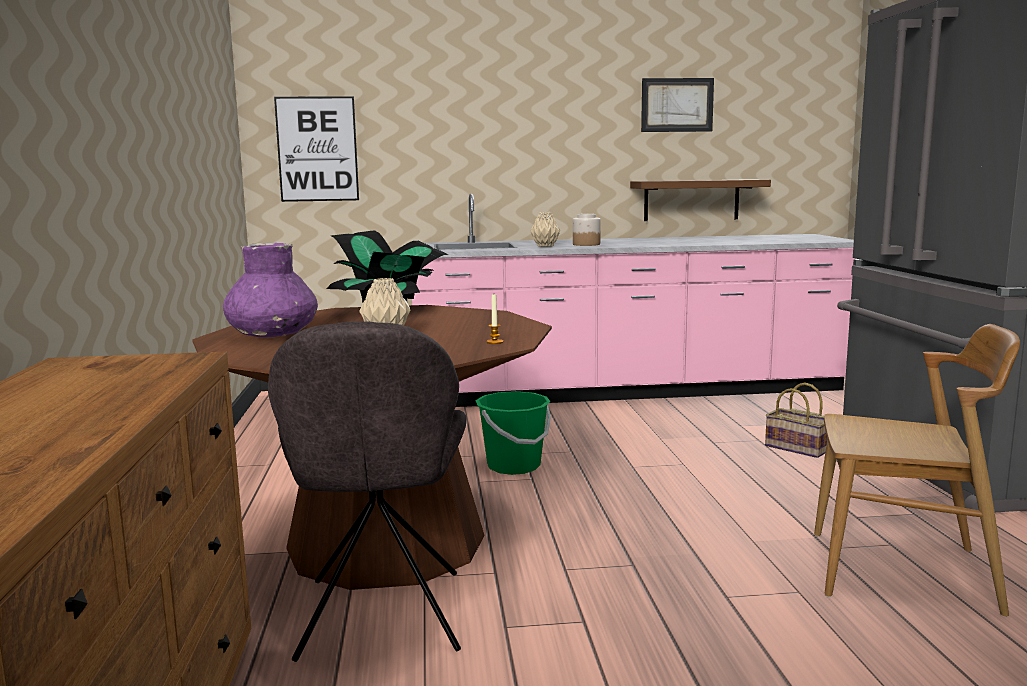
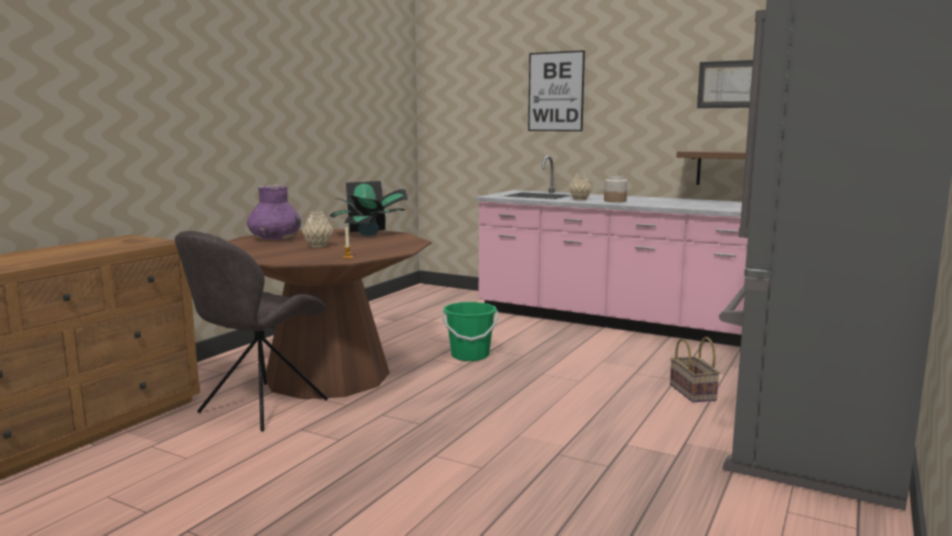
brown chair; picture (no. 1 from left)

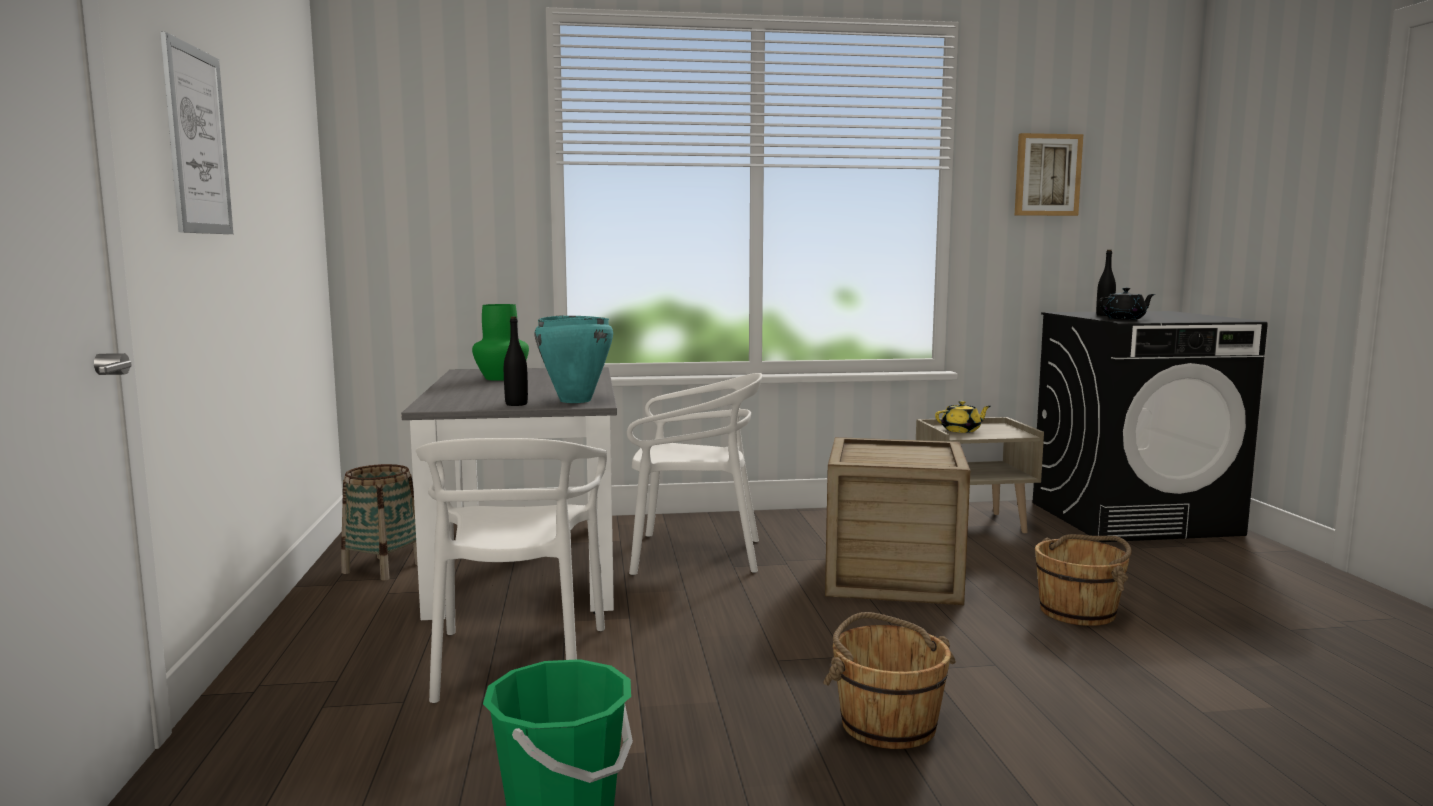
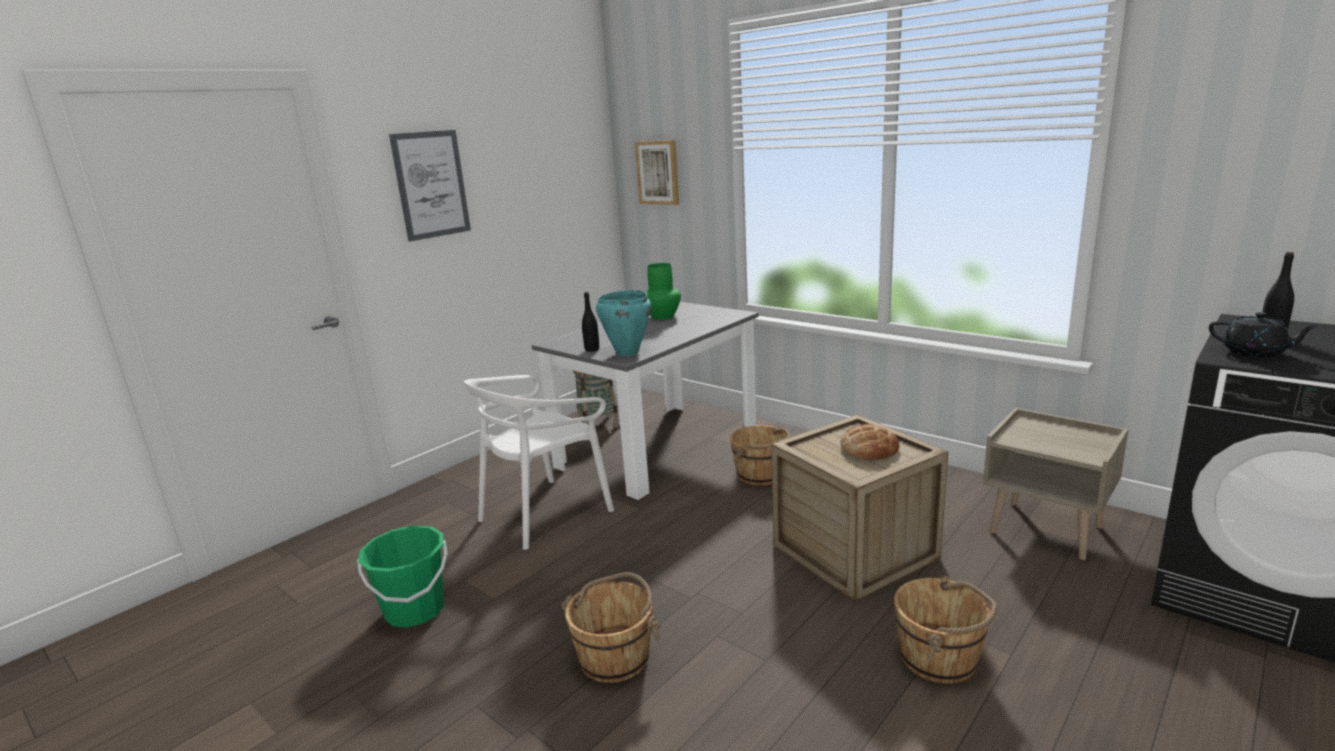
yellow teapot; bread; picture (no. 2 from left); brown bucket (no. 2 from left)

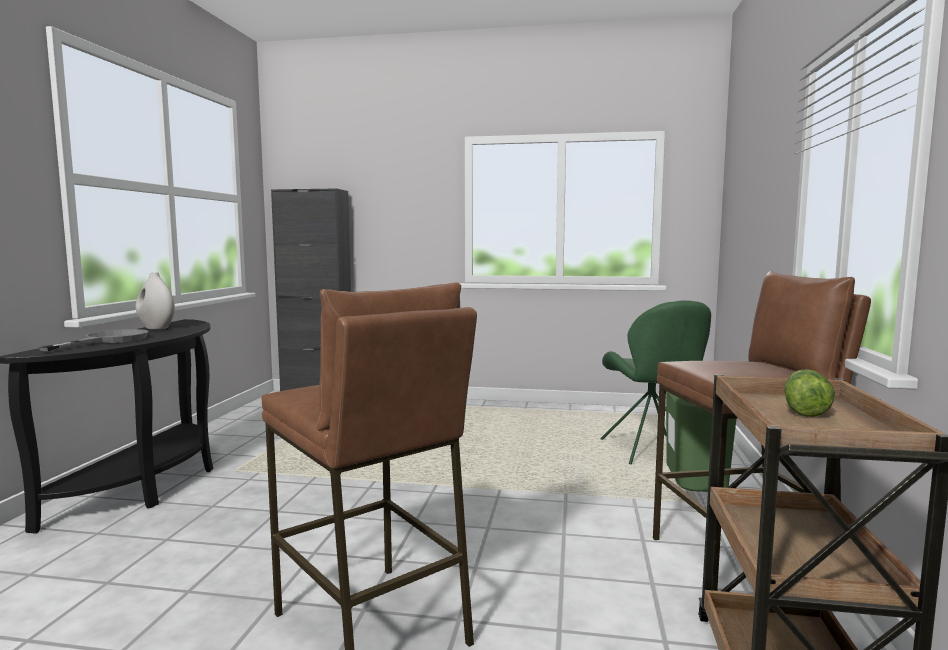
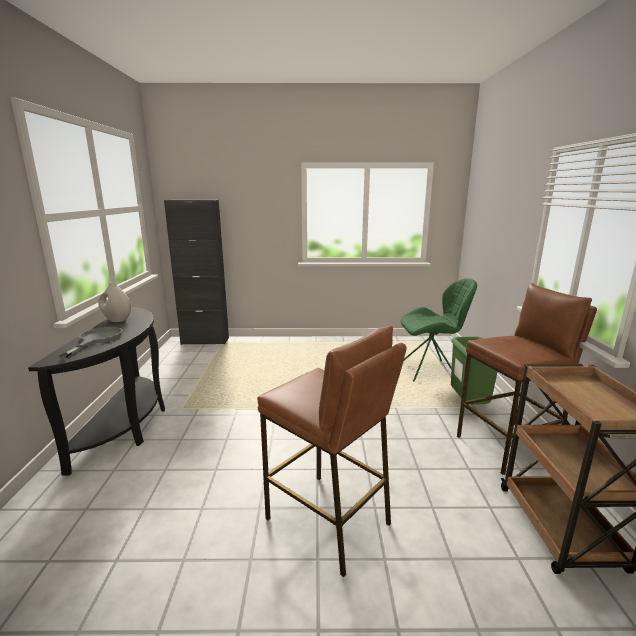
lettuce; green chair

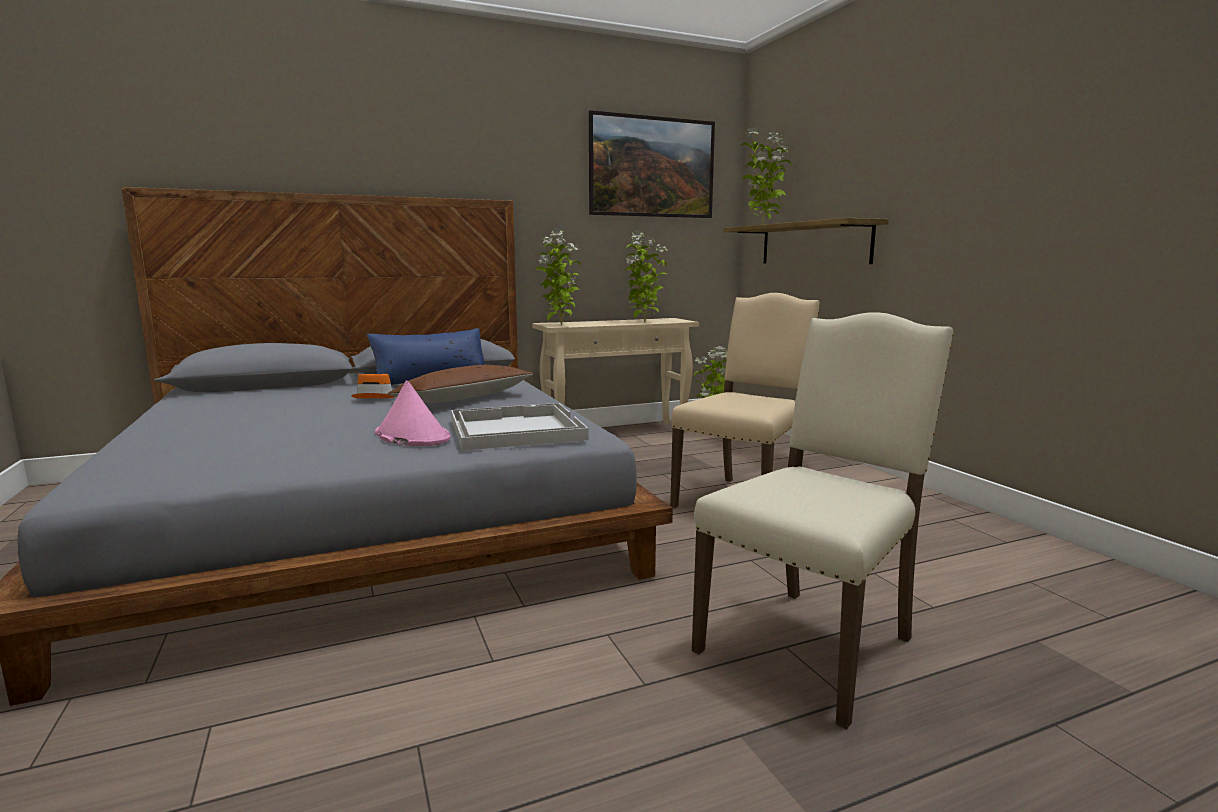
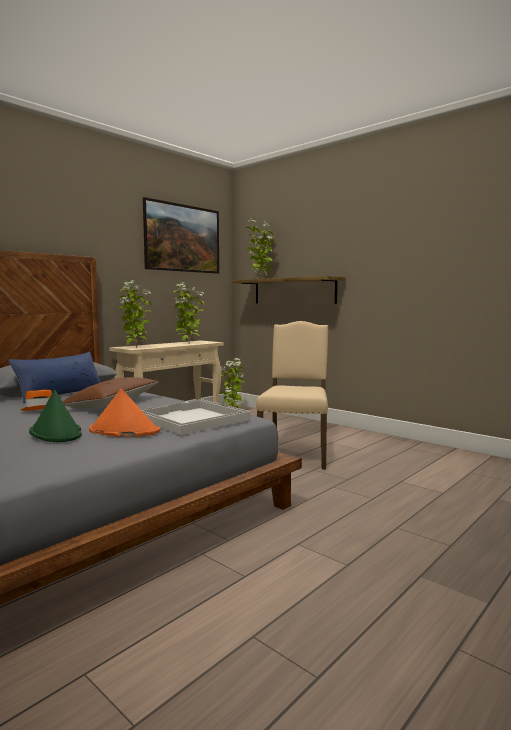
beige chair (no. 2 from left in the first image); green hat; orange hat (no. 2 from left)

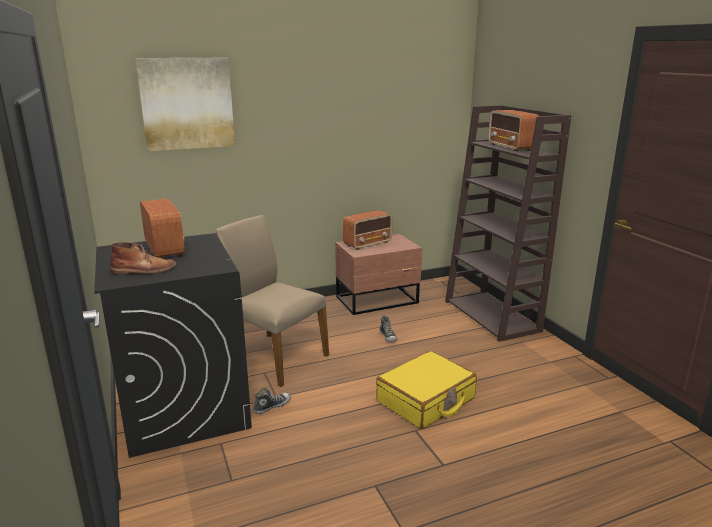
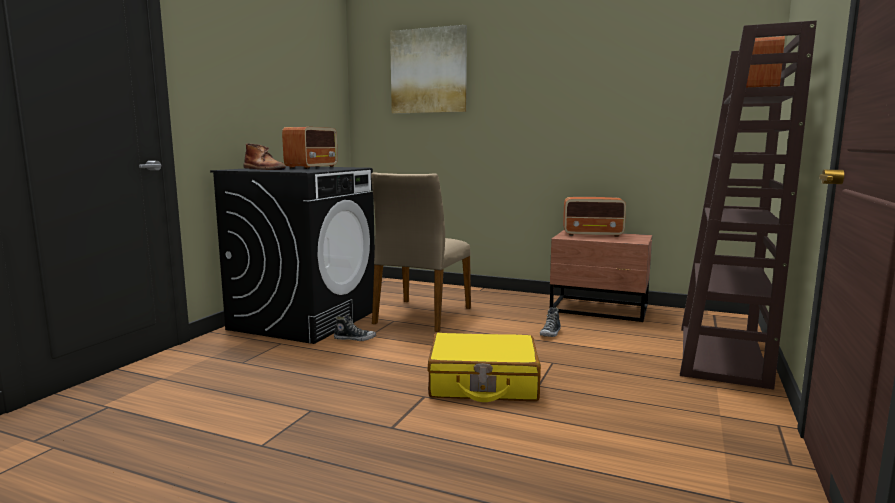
beige chair

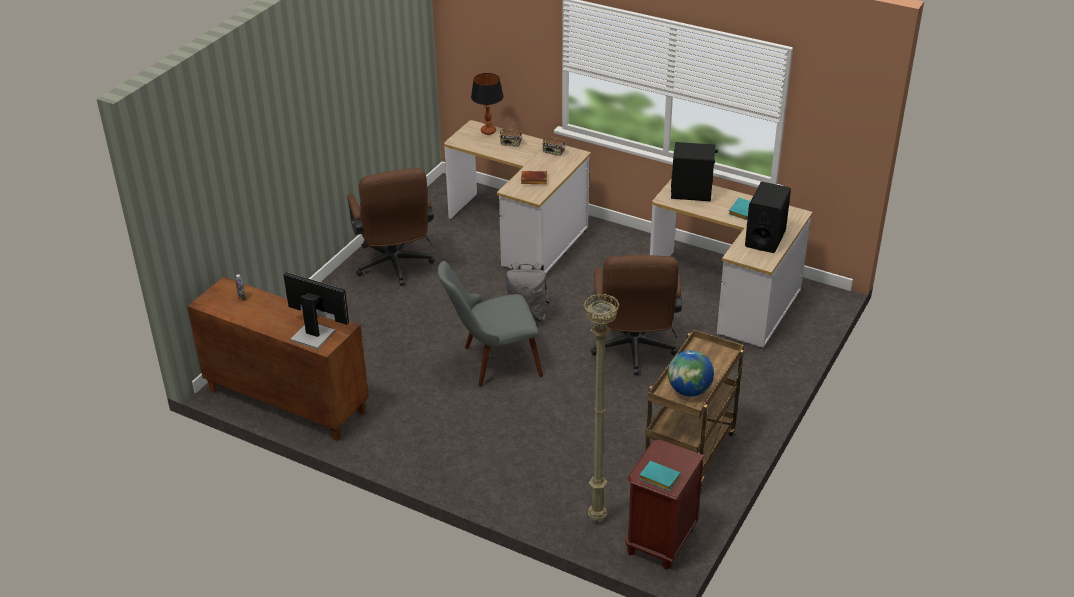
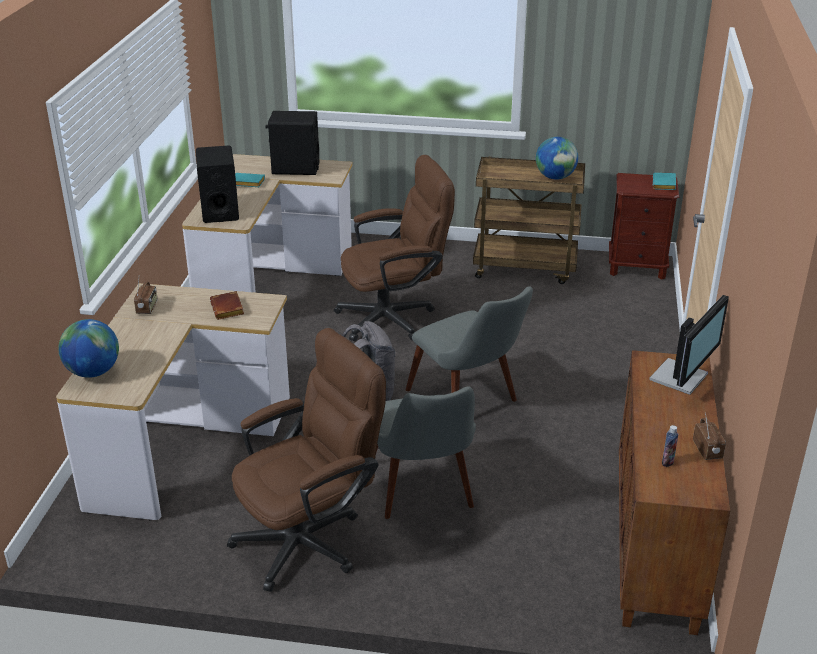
beige floor lamp; grey chair (no. 1 from left); radio (no. 2 from left); globe (no. 1 from left); monitor

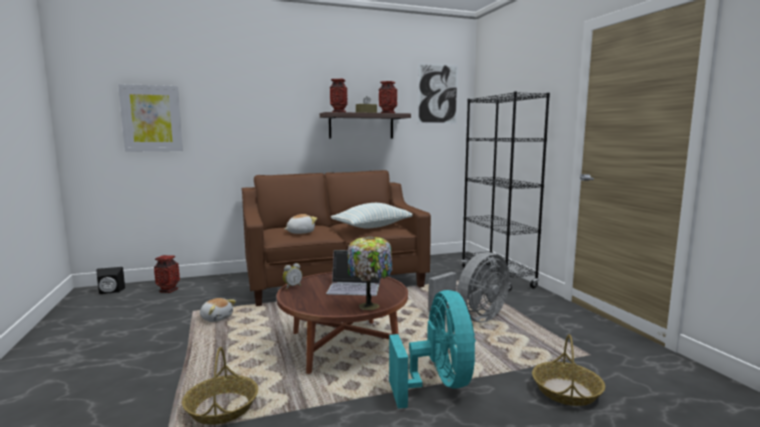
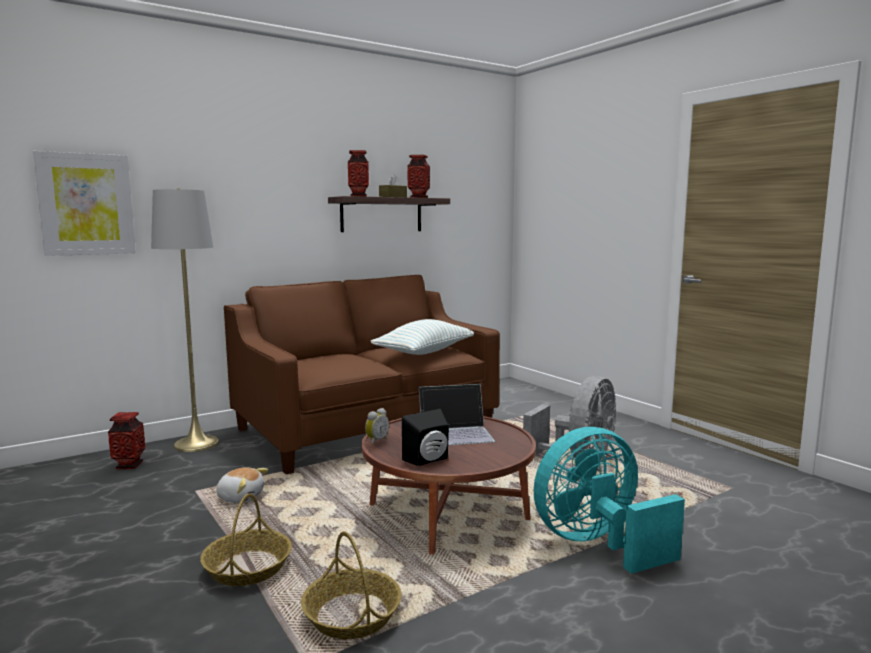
plush toy (no. 2 from left in the first image); table lamp; picture (no. 2 from left in the first image); black bookcase; grey floor lamp; black speaker; basket (no. 1 from left); turquoise fan

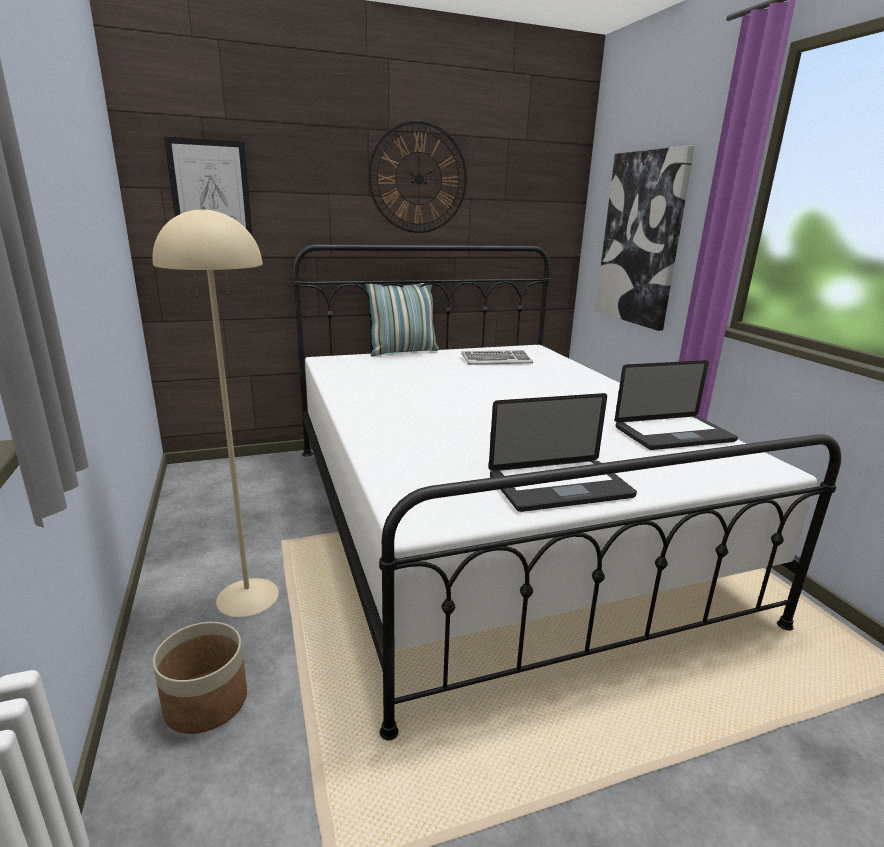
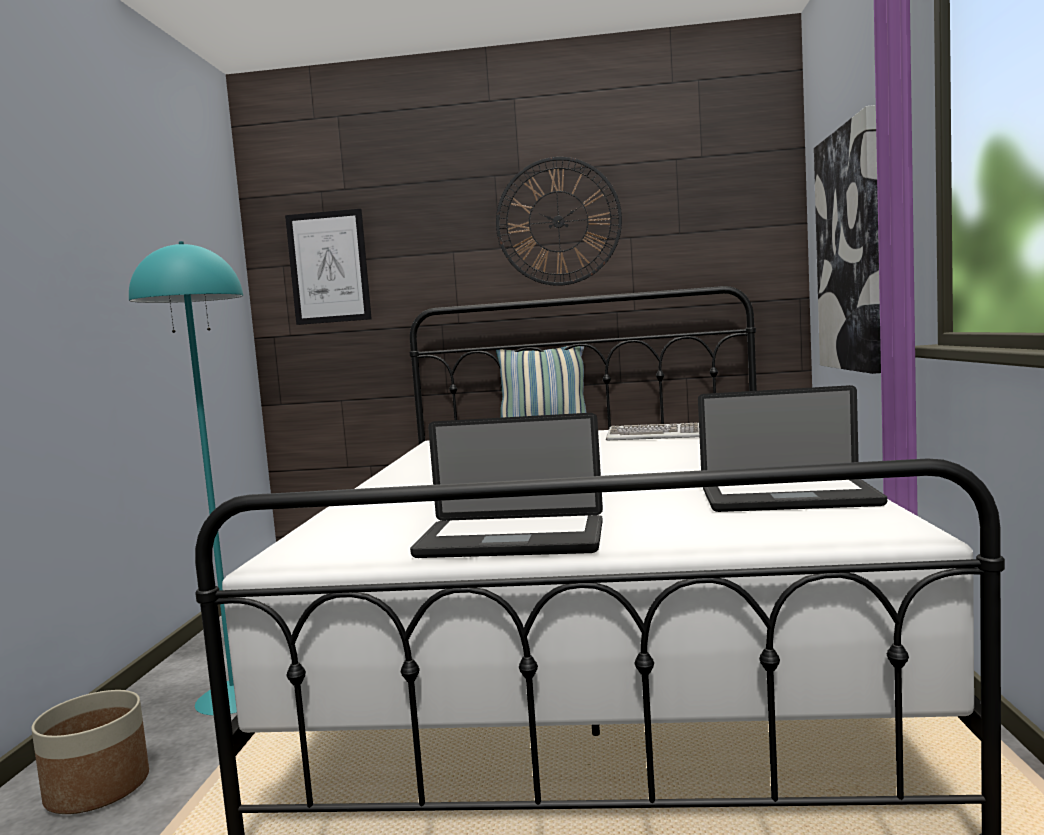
turquoise floor lamp

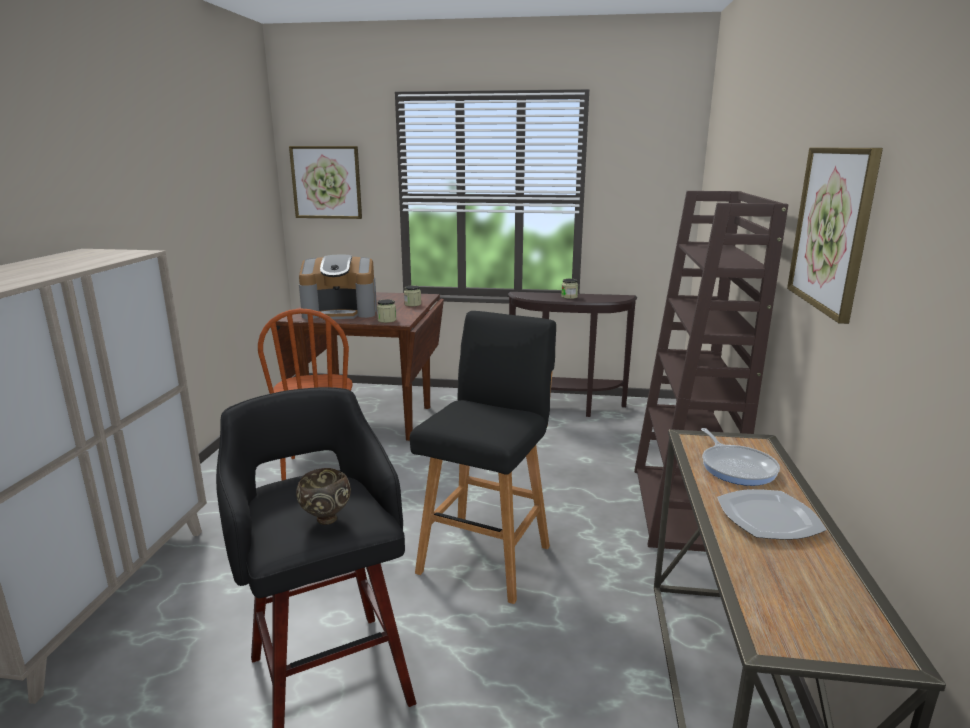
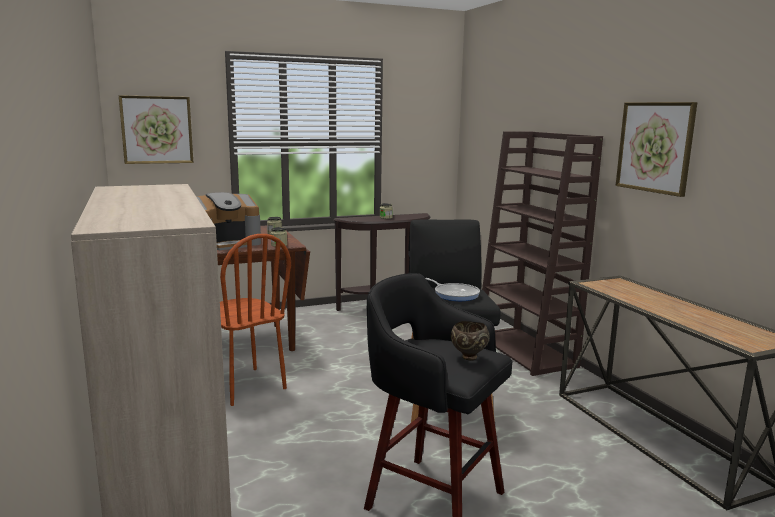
plate; frying pan

